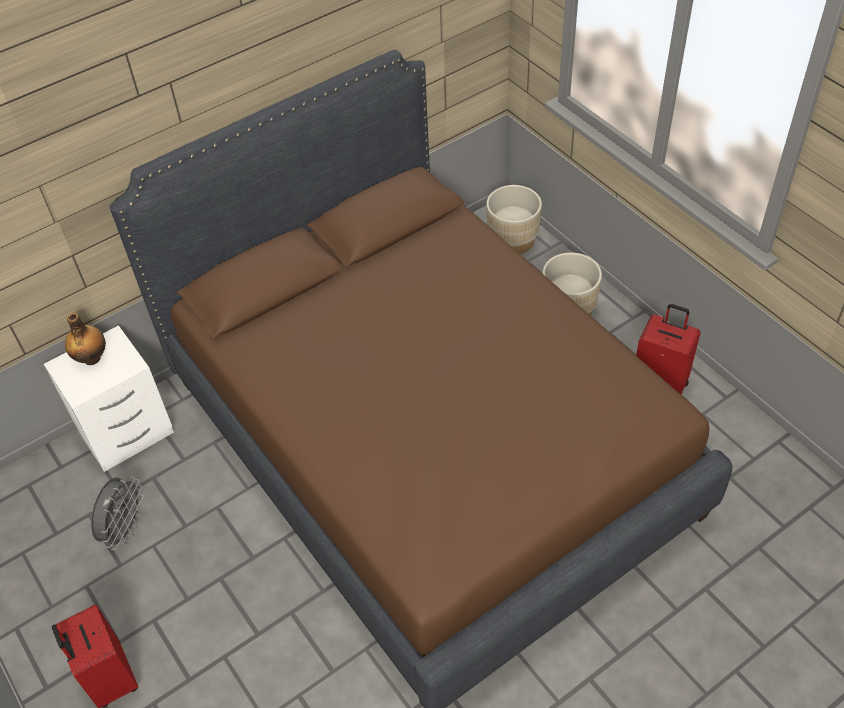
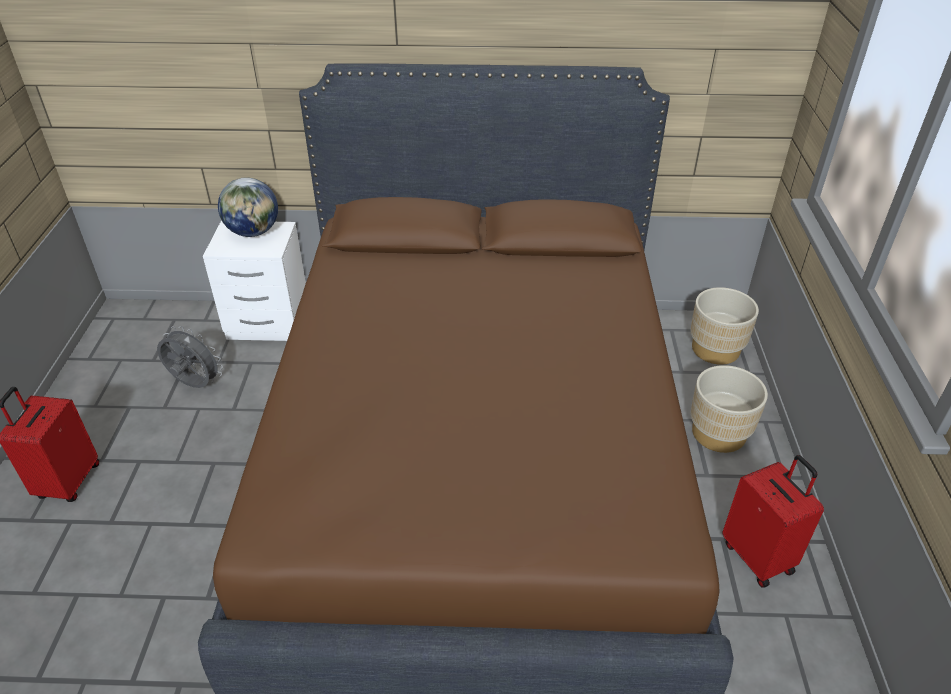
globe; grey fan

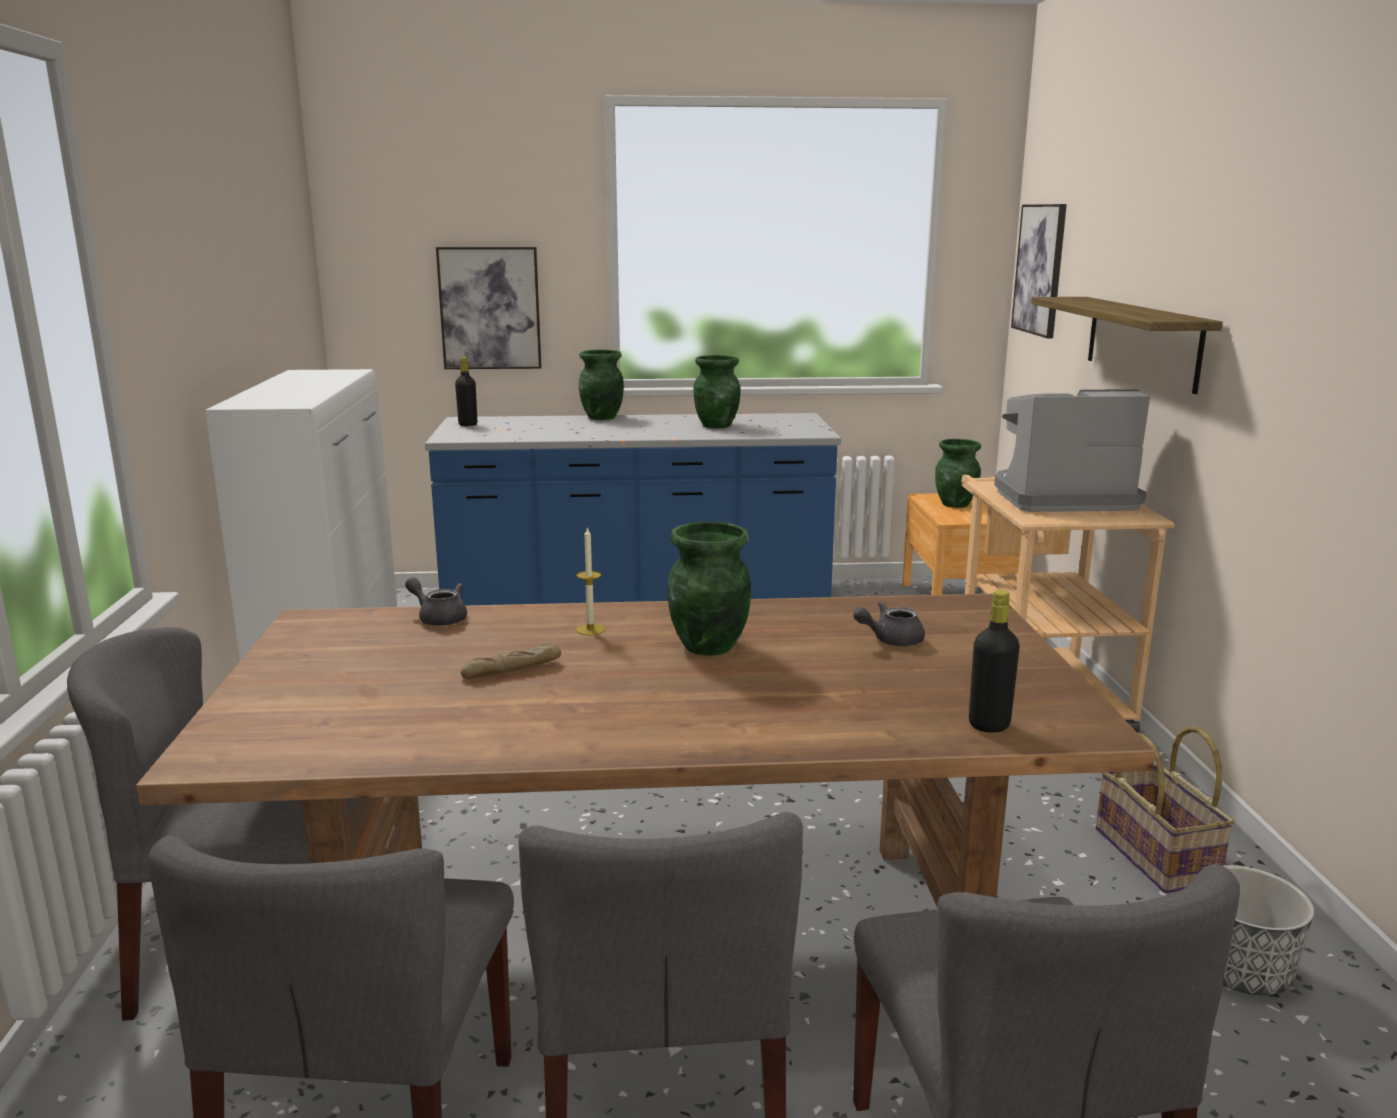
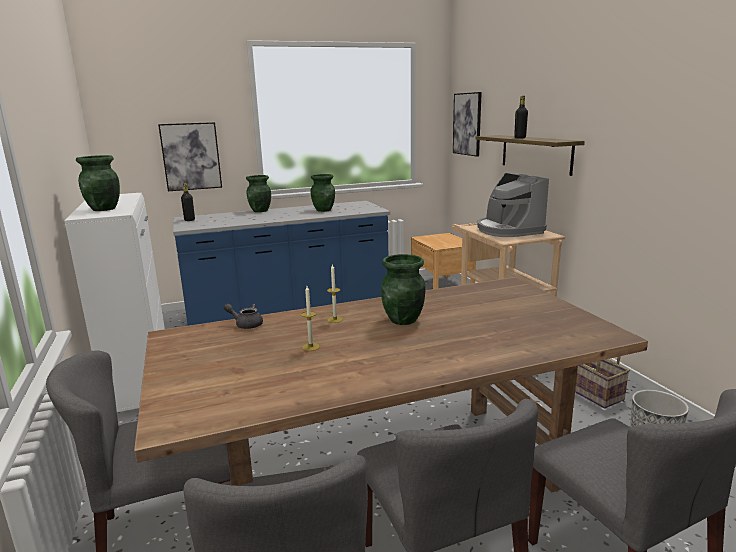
grey teapot (no. 2 from left in the first image); green vase (no. 1 from left); black bottle (no. 2 from left); candle (no. 1 from left); coffee machine

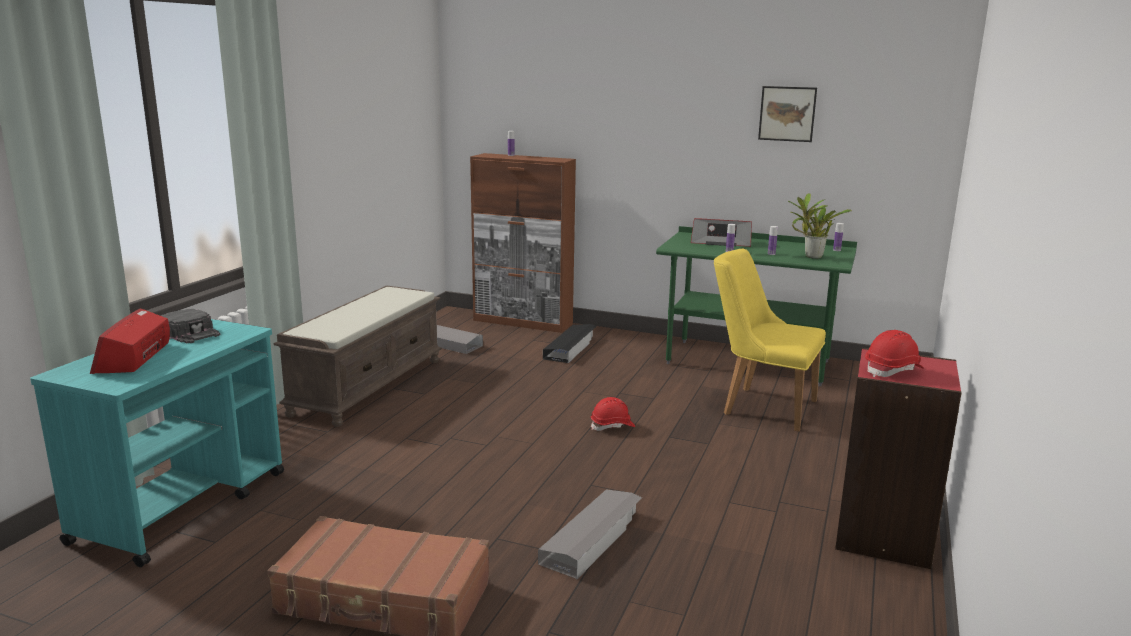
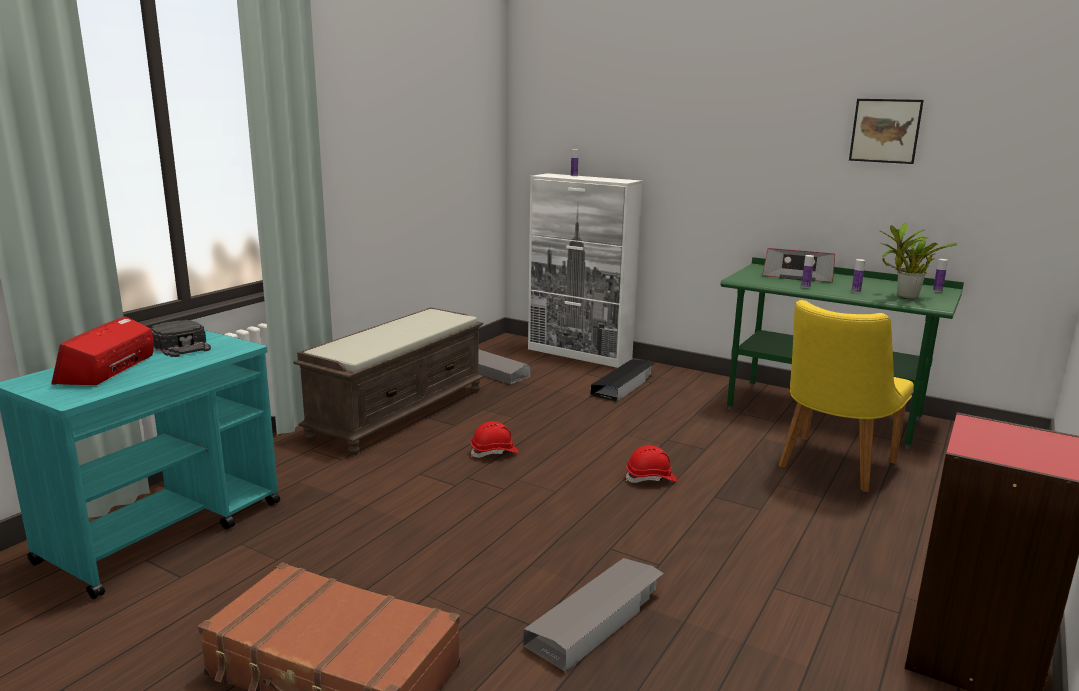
red hard hat (no. 1 from left); white cabinet; yellow chair

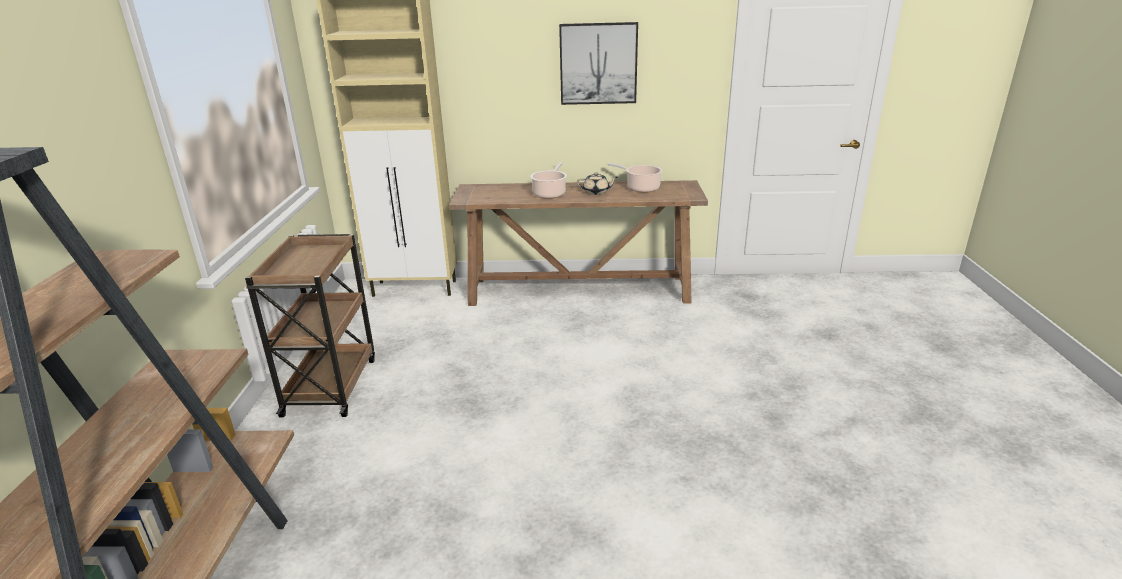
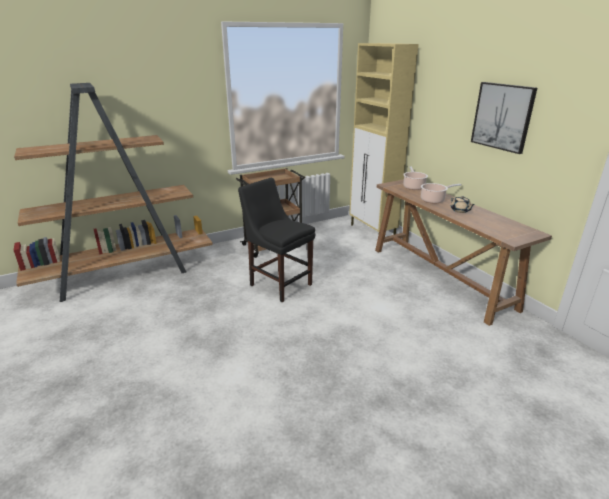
black chair; cooking pot (no. 1 from left)

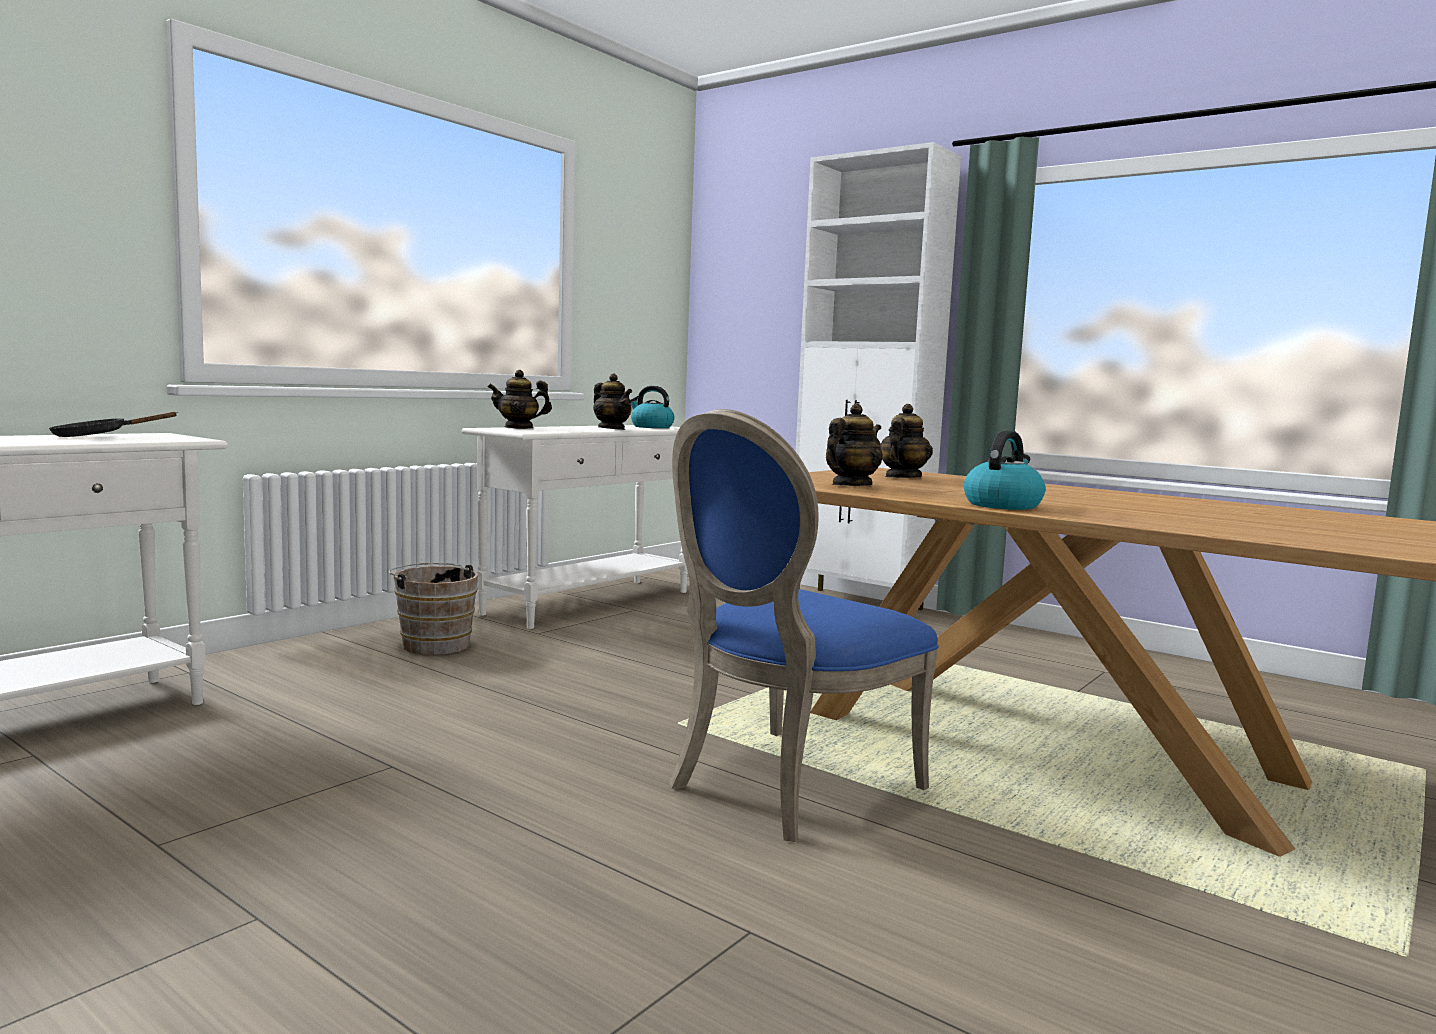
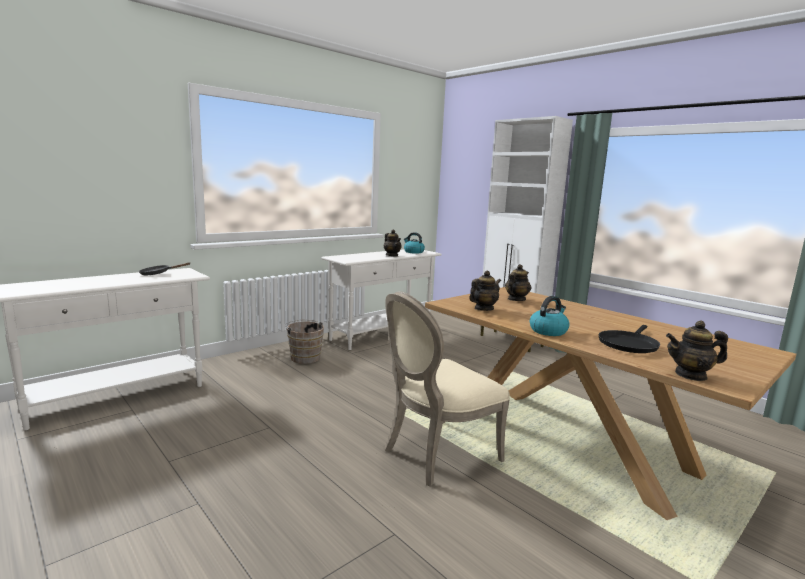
black frying pan (no. 2 from left); teapot (no. 4 from left); beige chair

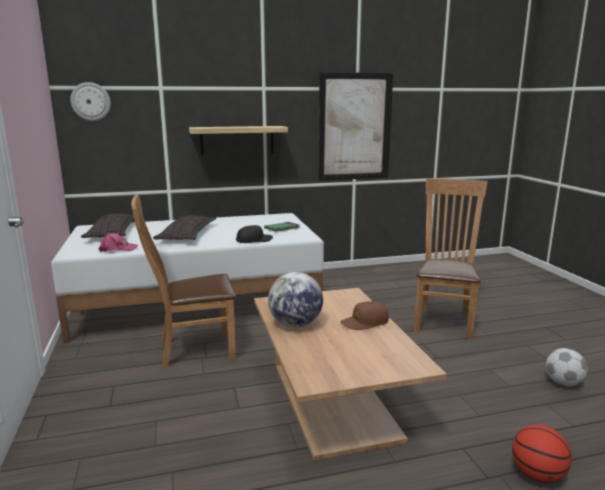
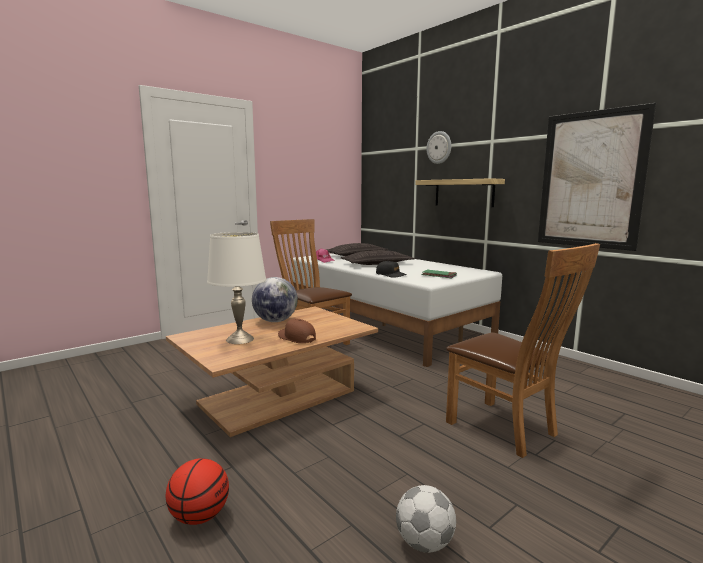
white table lamp; wall clock; brown chair (no. 2 from left)

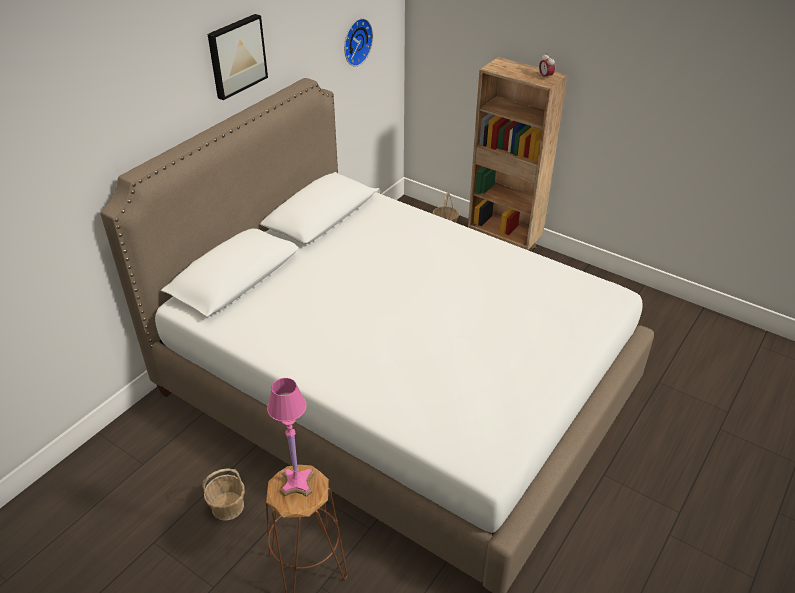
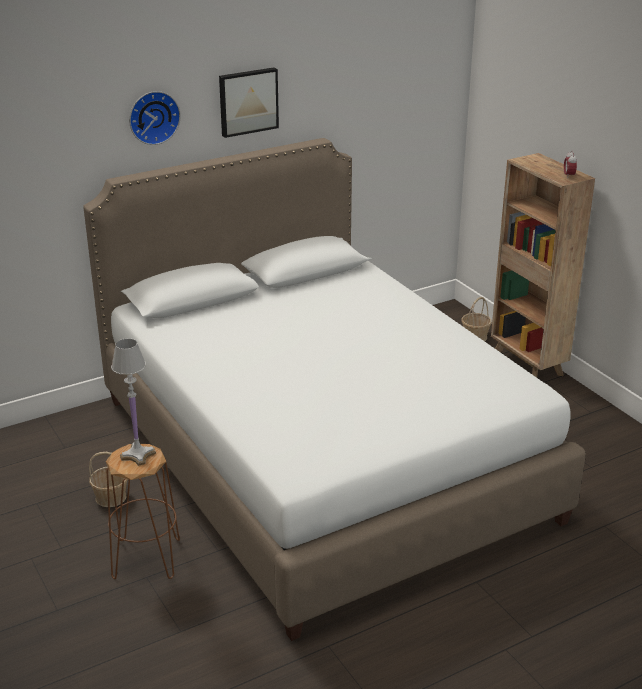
wall clock; white table lamp

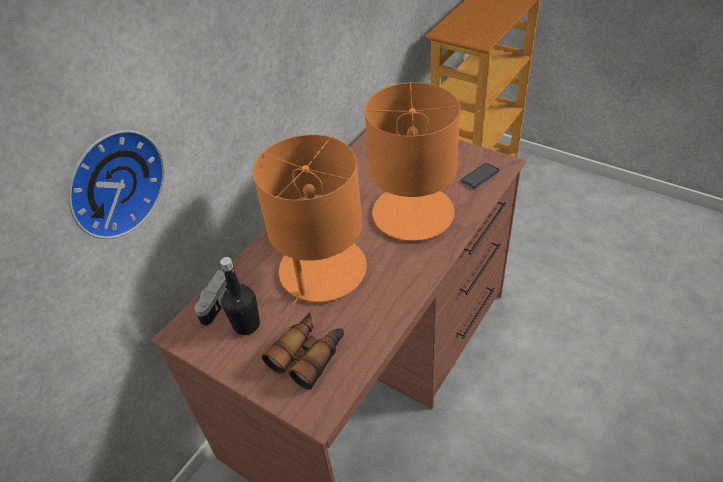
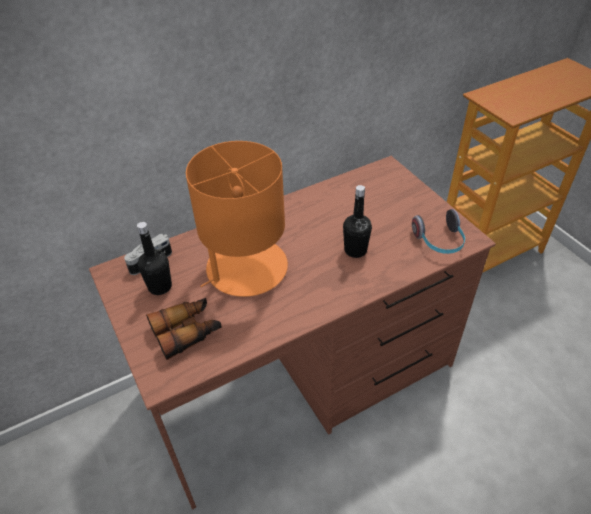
wall clock; black bottle (no. 2 from left); headphones

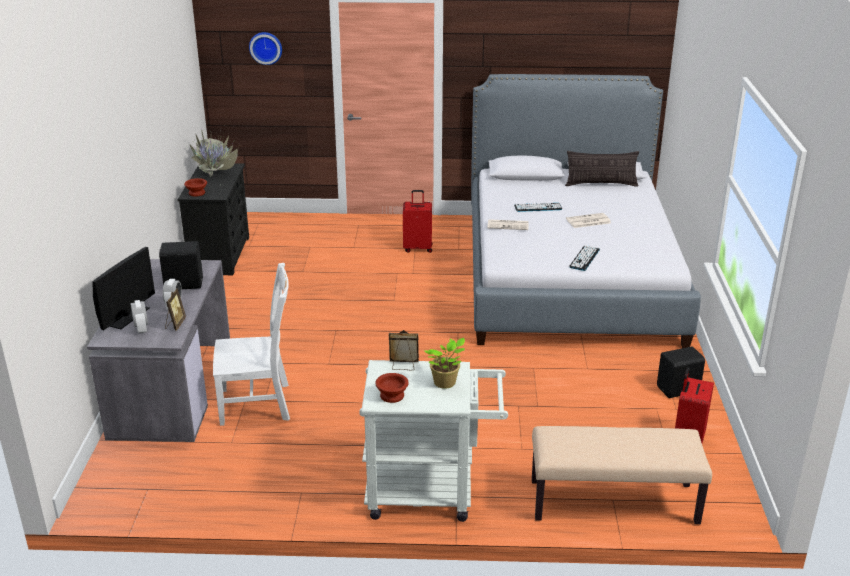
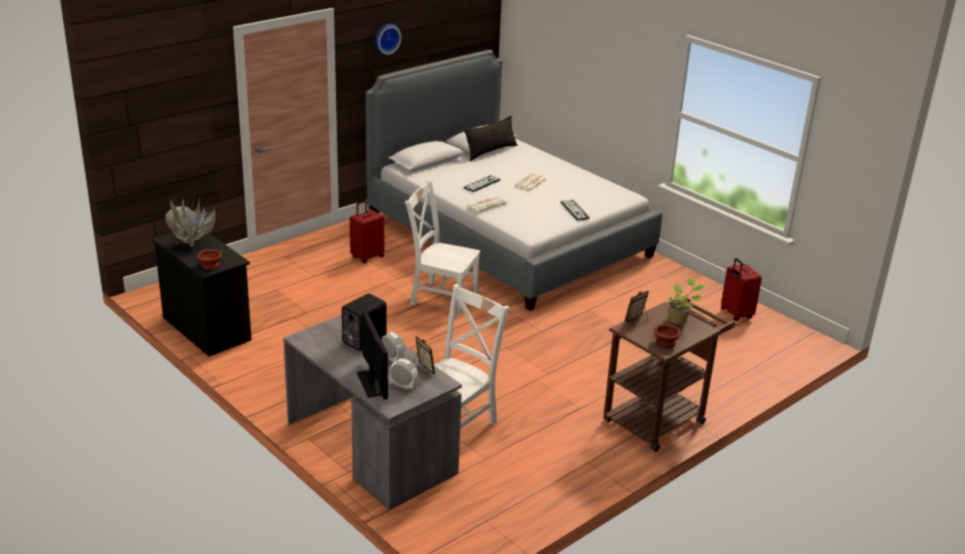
beige bench; black speaker (no. 2 from left in the first image); white chair (no. 1 from left); wall clock; brown cart

